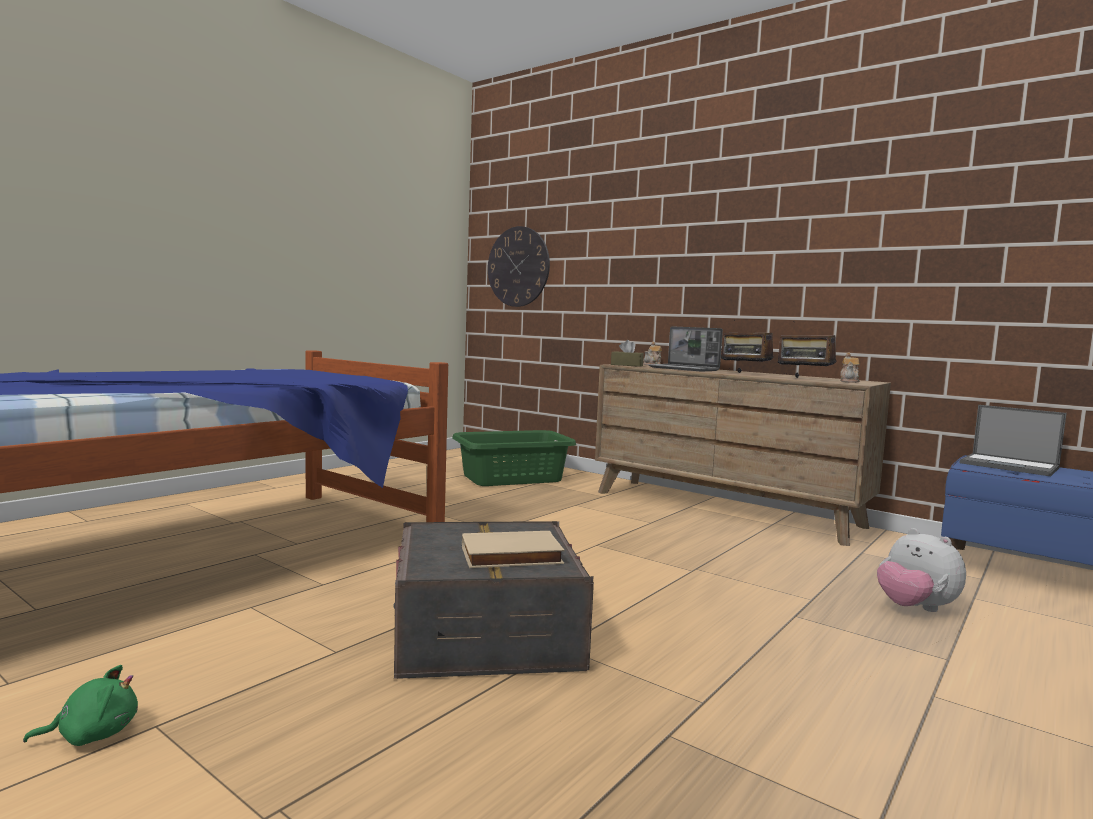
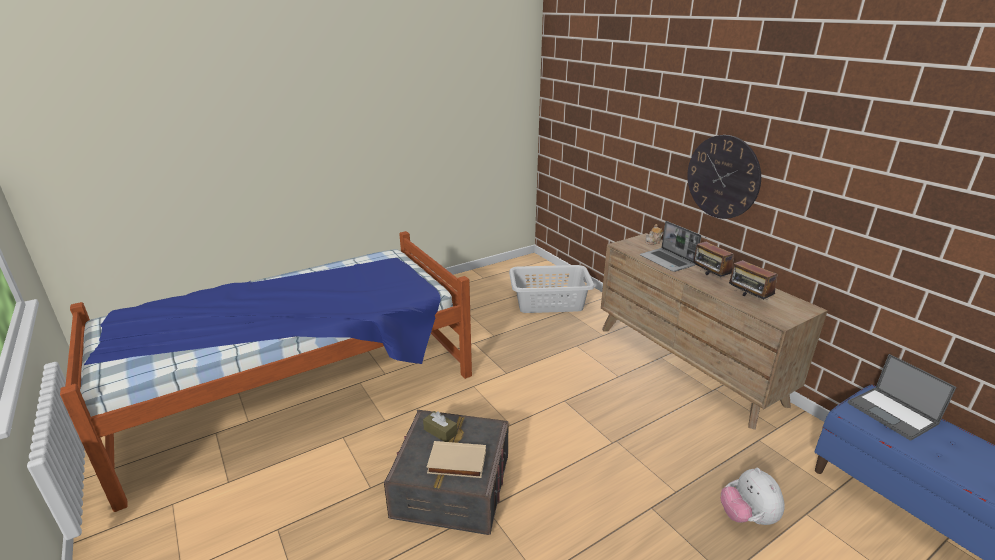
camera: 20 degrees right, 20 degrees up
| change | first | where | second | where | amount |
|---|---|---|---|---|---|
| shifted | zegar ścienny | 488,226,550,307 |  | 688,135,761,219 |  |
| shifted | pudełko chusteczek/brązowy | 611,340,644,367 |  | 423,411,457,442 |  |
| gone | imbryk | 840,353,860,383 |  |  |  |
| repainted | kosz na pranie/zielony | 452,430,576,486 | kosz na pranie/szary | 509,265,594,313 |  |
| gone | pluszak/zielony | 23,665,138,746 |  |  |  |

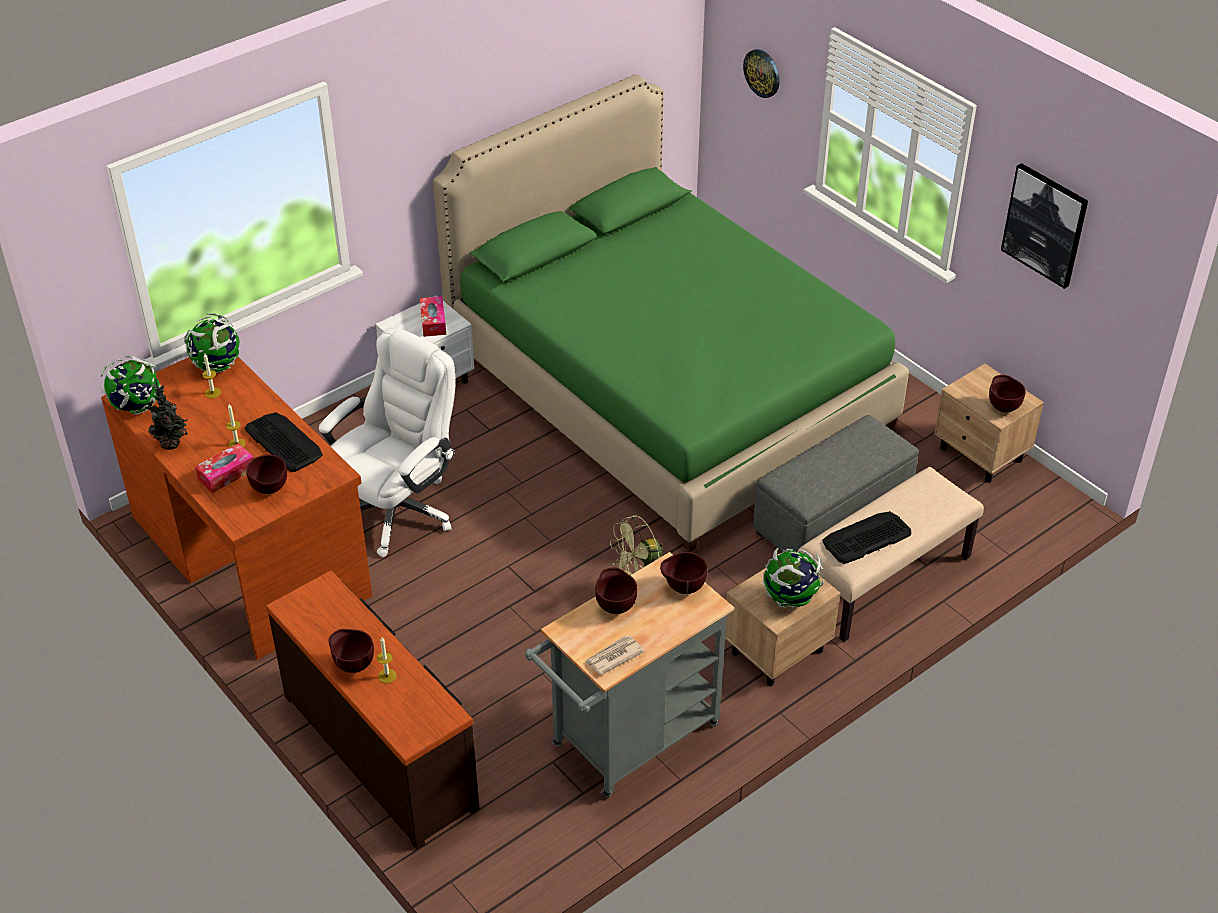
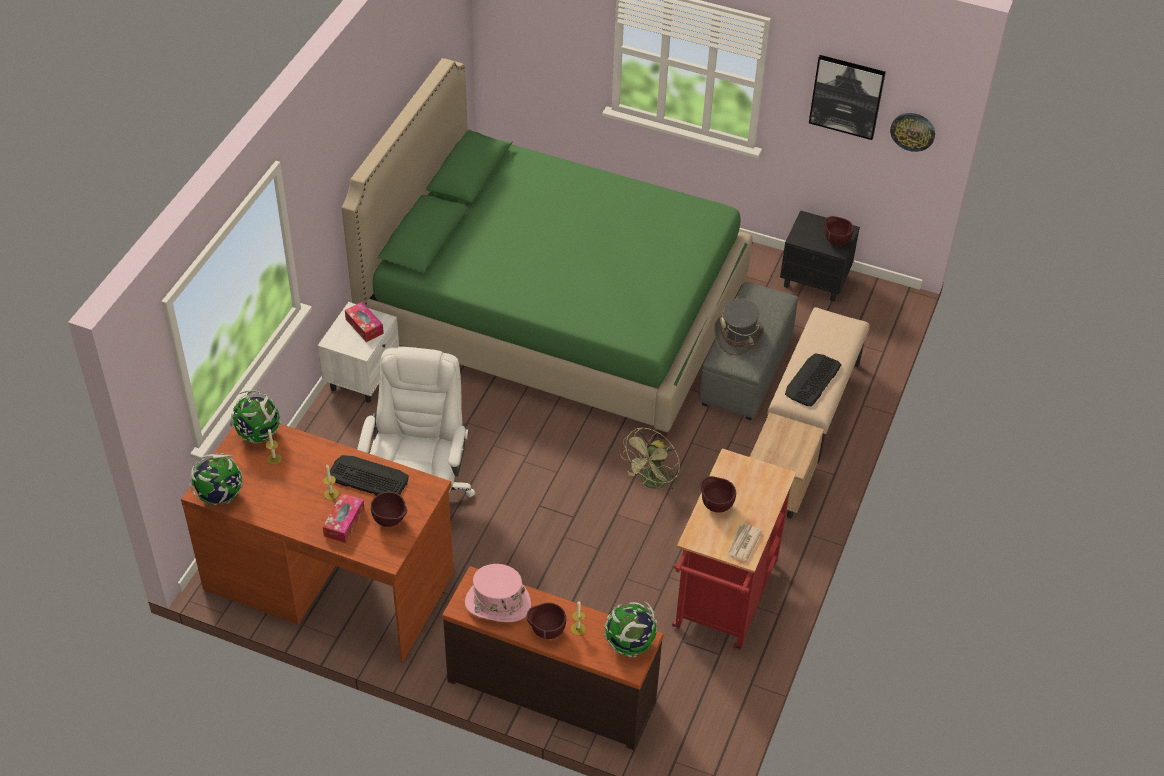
camera: 30 degrees left, 5 degrees up
| change | first | where | second | where | amount |
|---|---|---|---|---|---|
| shifted | zegar ścienny | 743,49,780,98 |  | 890,113,935,152 |  |
| repainted | szafka nocna/beżowy | 934,364,1044,483 | szafka nocna/czarny | 780,210,860,301 |  |
| gone | roślina doniczkowa | 143,384,188,450 |  |  |  |
| shifted | globus | 763,548,824,608 |  | 604,601,657,657 |  |
| repainted | wózek/szary | 525,552,734,798 | wózek/czerwony | 672,448,796,650 |  |
| gone | miska/brązowy | 660,552,707,594 |  |  |  |
| new |  |  | kapelusz/szary | 714,298,764,355 |  |
| new |  |  | kapelusz/różowy | 465,564,531,622 |  |

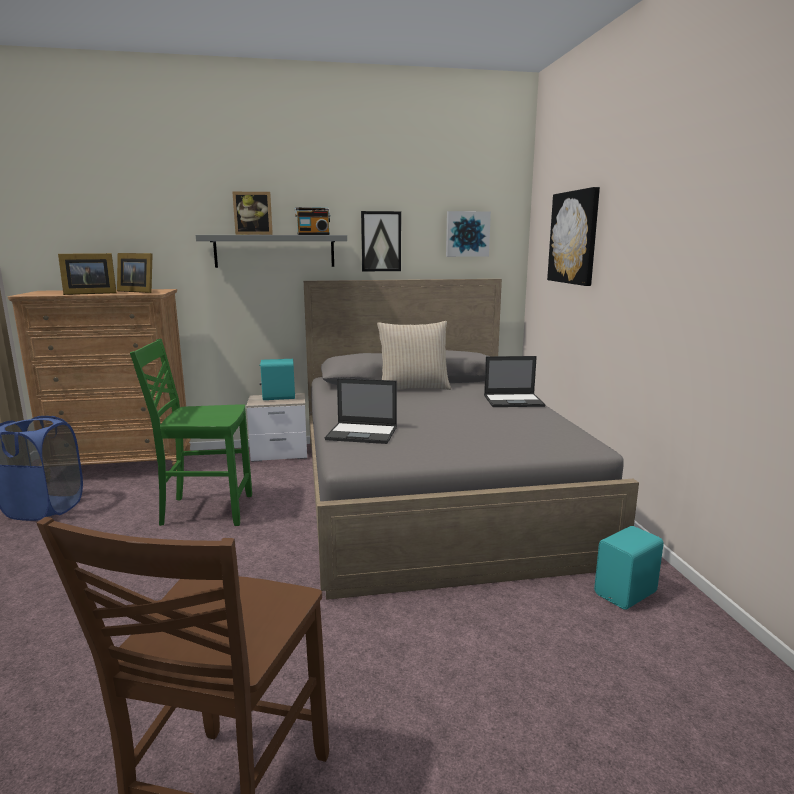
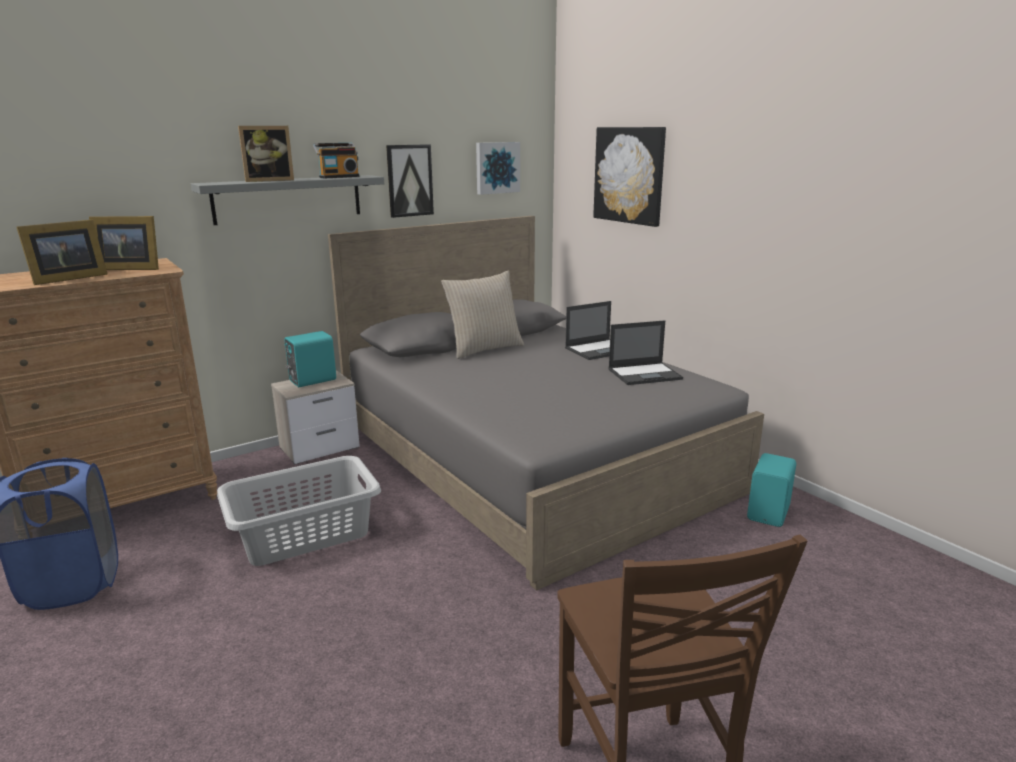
camera: 25 degrees left, 5 degrees up
| change | first | where | second | where | amount |
|---|---|---|---|---|---|
| swapped | krzesło/zielony | 130,339,252,526 | kosz na pranie/szary | 217,456,381,566 |  |
| shifted | laptop | 325,378,397,444 |  | 608,320,683,385 |  |

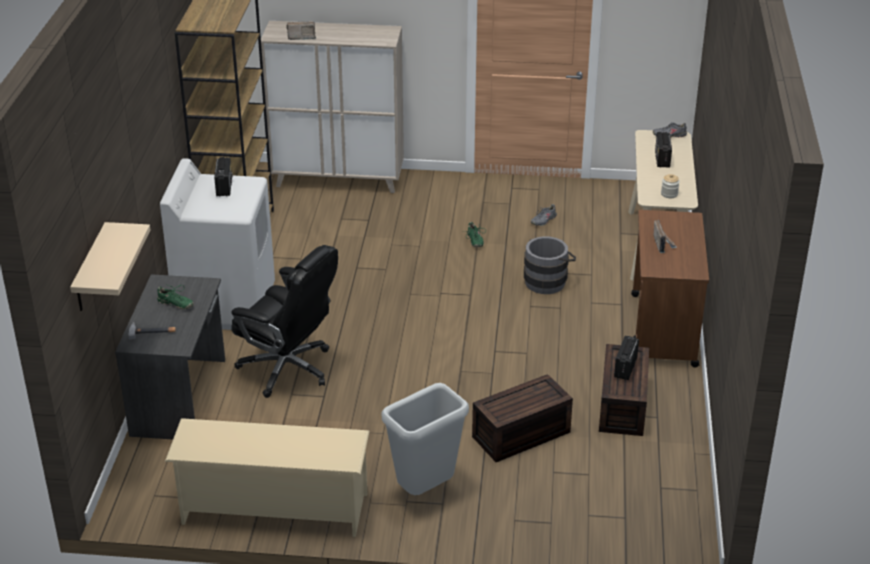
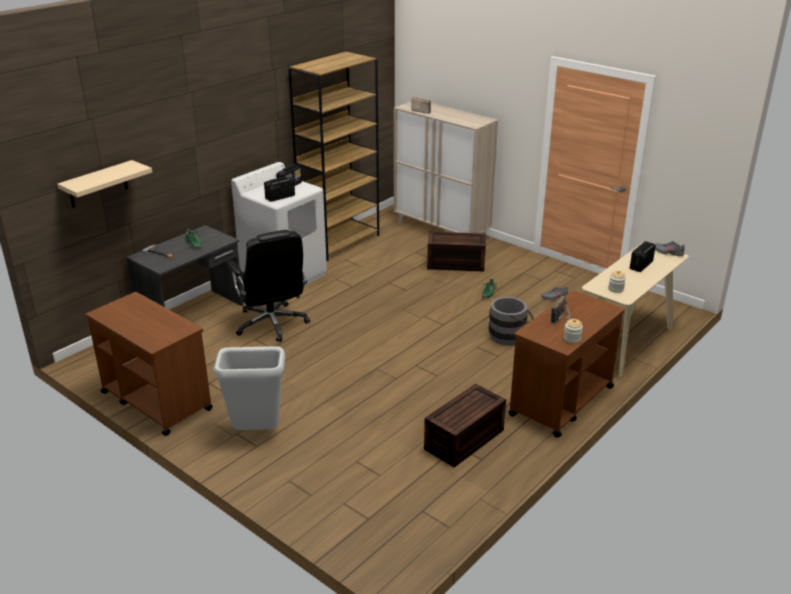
camera: 35 degrees right, 5 degrees down
| change | first | where | second | where | amount |
|---|---|---|---|---|---|
| shifted | radio | 614,336,639,380 |  | 264,176,295,202 |  |
| shifted | pojemnik do przechowywania/brązowy | 472,374,573,462 |  | 427,232,486,271 |  |
| swapped | regał na buty/beżowy | 165,418,370,537 | wózek/brązowy | 86,292,213,436 |  |
| new |  |  | słoik | 564,319,583,343 |  |

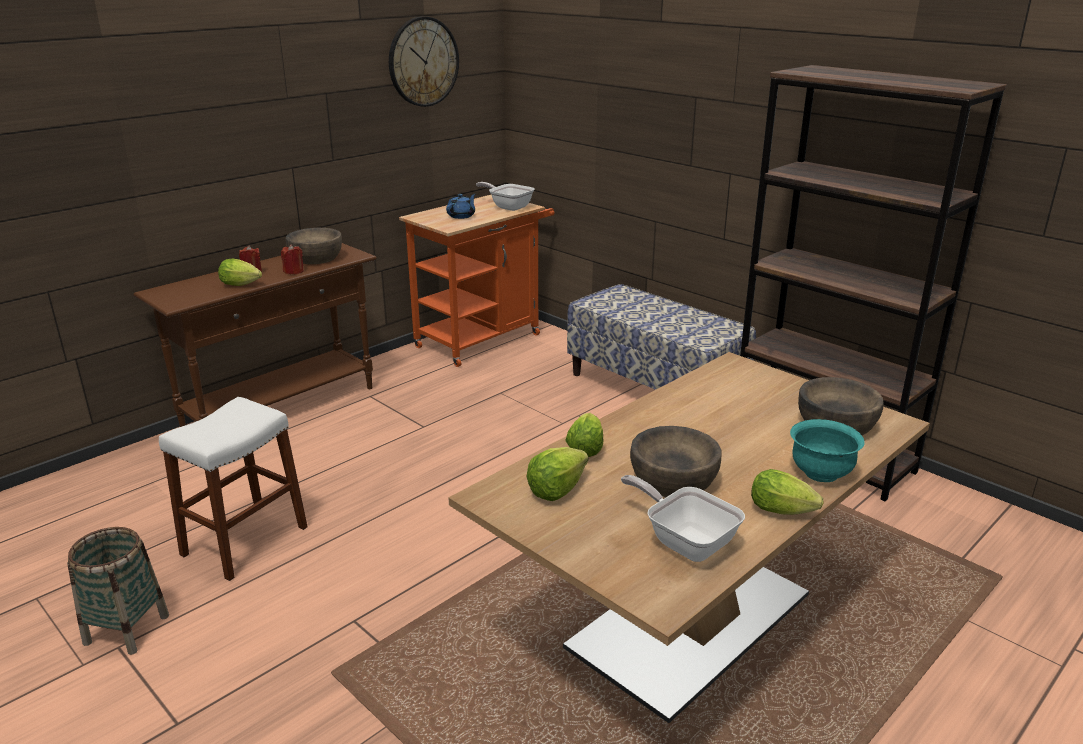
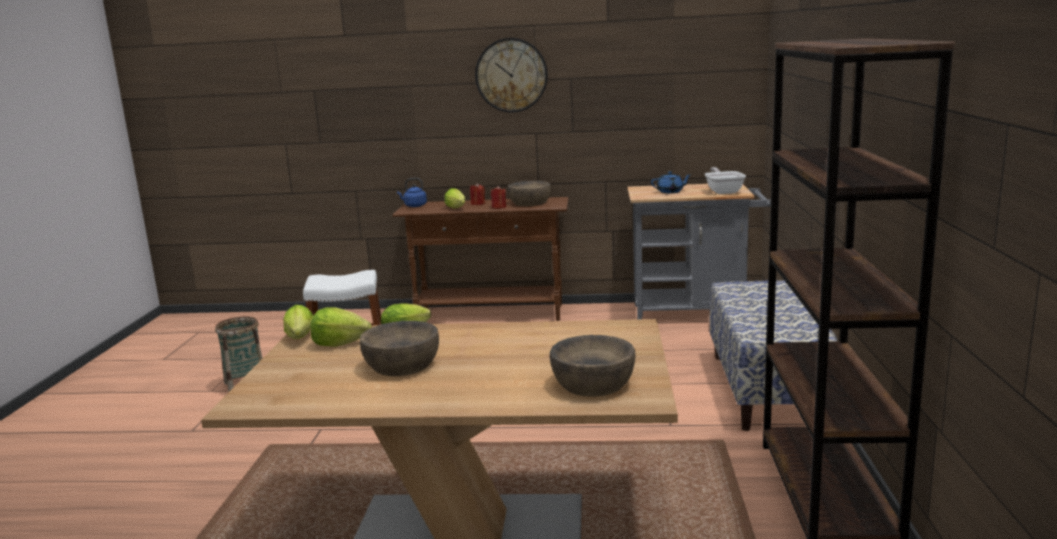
camera: 50 degrees right, 10 degrees down
| change | first | where | second | where | amount |
|---|---|---|---|---|---|
| shifted | zegar ścienny | 389,16,459,107 |  | 475,38,548,112 |  |
| repainted | wózek/pomarańczowy | 399,195,555,367 | wózek/szary | 627,184,771,319 |  |
| gone | miska/turkusowy | 790,419,865,482 |  |  |  |
| shifted | sałata | 751,469,824,515 |  | 283,305,313,339 |  |
| gone | patelnia | 621,475,745,562 |  |  |  |
| new |  |  | czajnik/niebieski | 397,178,427,207 |  |

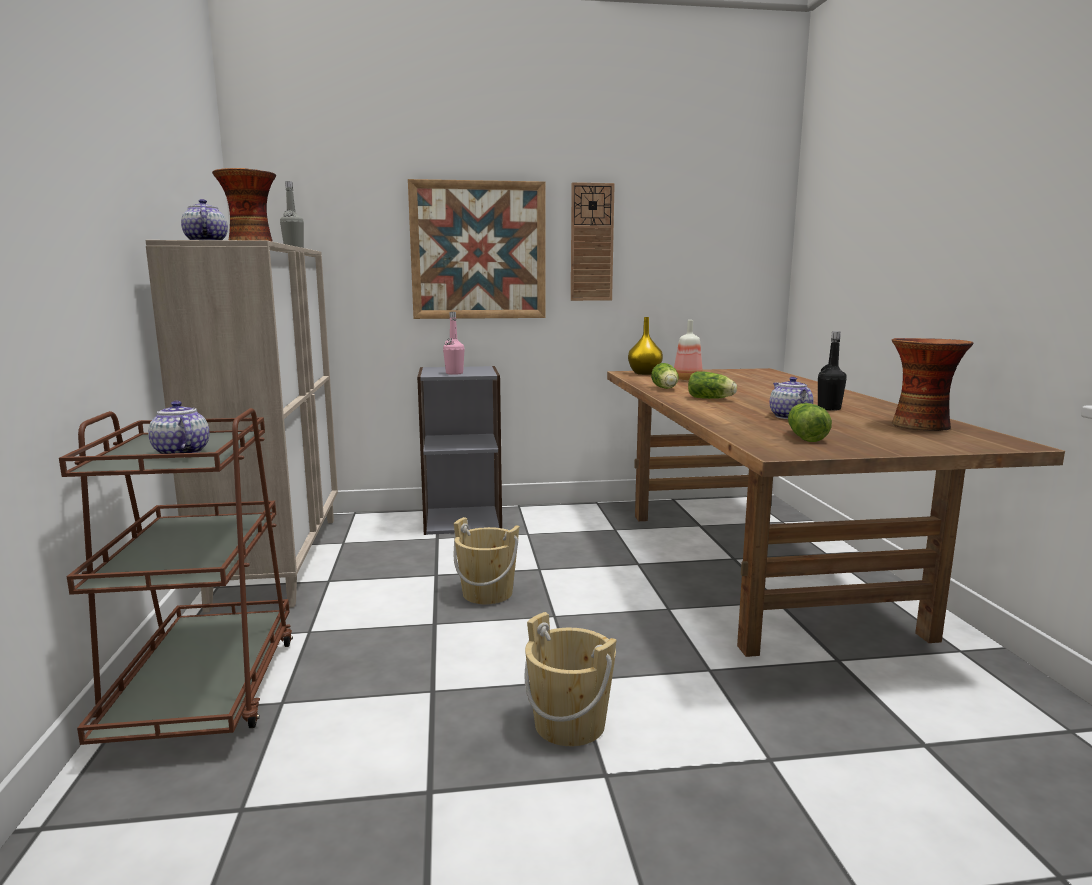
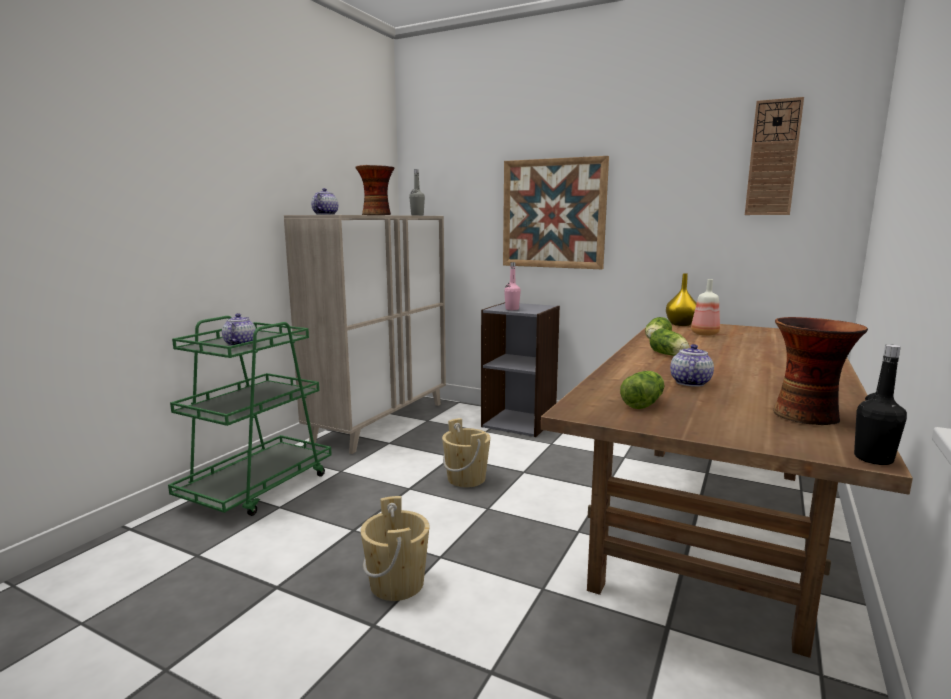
camera: 35 degrees right, 0 degrees up
| change | first | where | second | where | amount |
|---|---|---|---|---|---|
| shifted | zegar ścienny | 571,182,615,301 |  | 745,97,804,215 |  |
| shifted | butelka/czarny | 818,331,847,411 |  | 854,344,907,465 |  |
| repainted | wózek/brązowy | 59,408,293,745 | wózek/zielony | 168,316,332,516 |  |

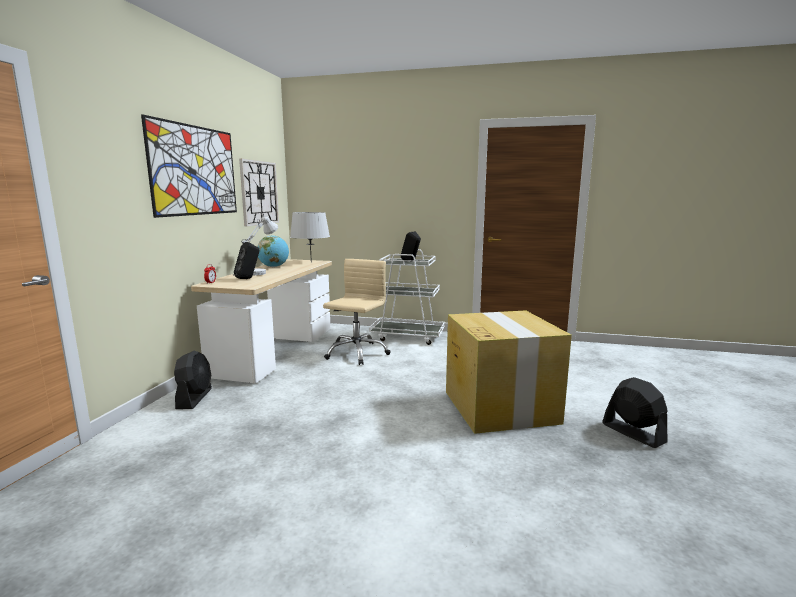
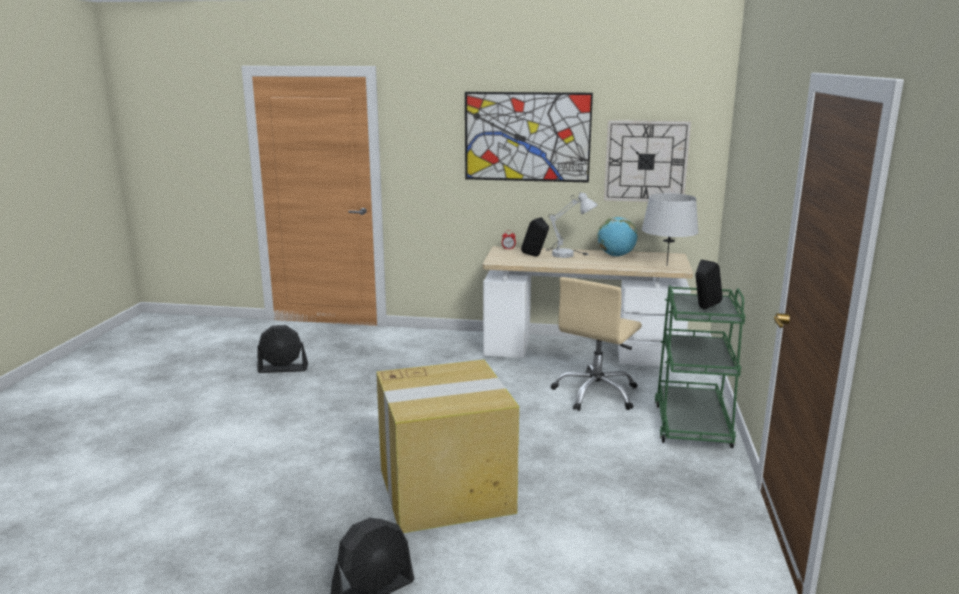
camera: 85 degrees right, 5 degrees up
| change | first | where | second | where | amount |
|---|---|---|---|---|---|
| repainted | wózek/biały | 369,249,445,345 | wózek/zielony | 655,285,746,448 |  |
| rotated | krzesło biurowe/beżowy | 323,259,391,365 |  | 551,277,642,411 | 105 degrees clockwise |
| shifted | wentylator/czarny | 174,351,212,409 |  | 257,325,308,373 |  |

